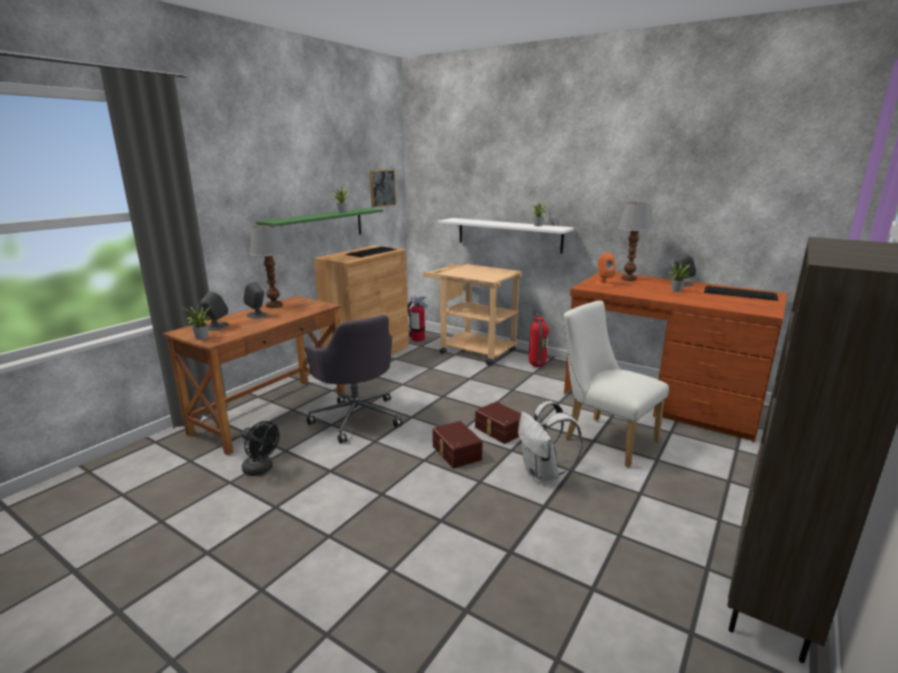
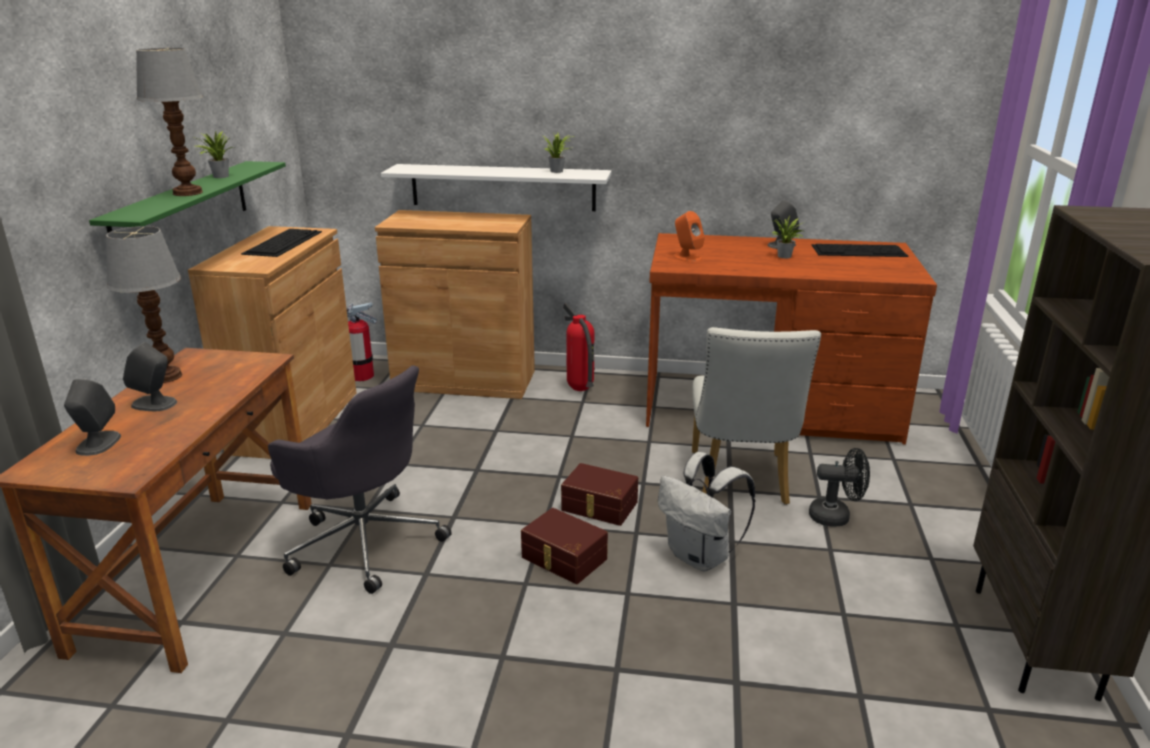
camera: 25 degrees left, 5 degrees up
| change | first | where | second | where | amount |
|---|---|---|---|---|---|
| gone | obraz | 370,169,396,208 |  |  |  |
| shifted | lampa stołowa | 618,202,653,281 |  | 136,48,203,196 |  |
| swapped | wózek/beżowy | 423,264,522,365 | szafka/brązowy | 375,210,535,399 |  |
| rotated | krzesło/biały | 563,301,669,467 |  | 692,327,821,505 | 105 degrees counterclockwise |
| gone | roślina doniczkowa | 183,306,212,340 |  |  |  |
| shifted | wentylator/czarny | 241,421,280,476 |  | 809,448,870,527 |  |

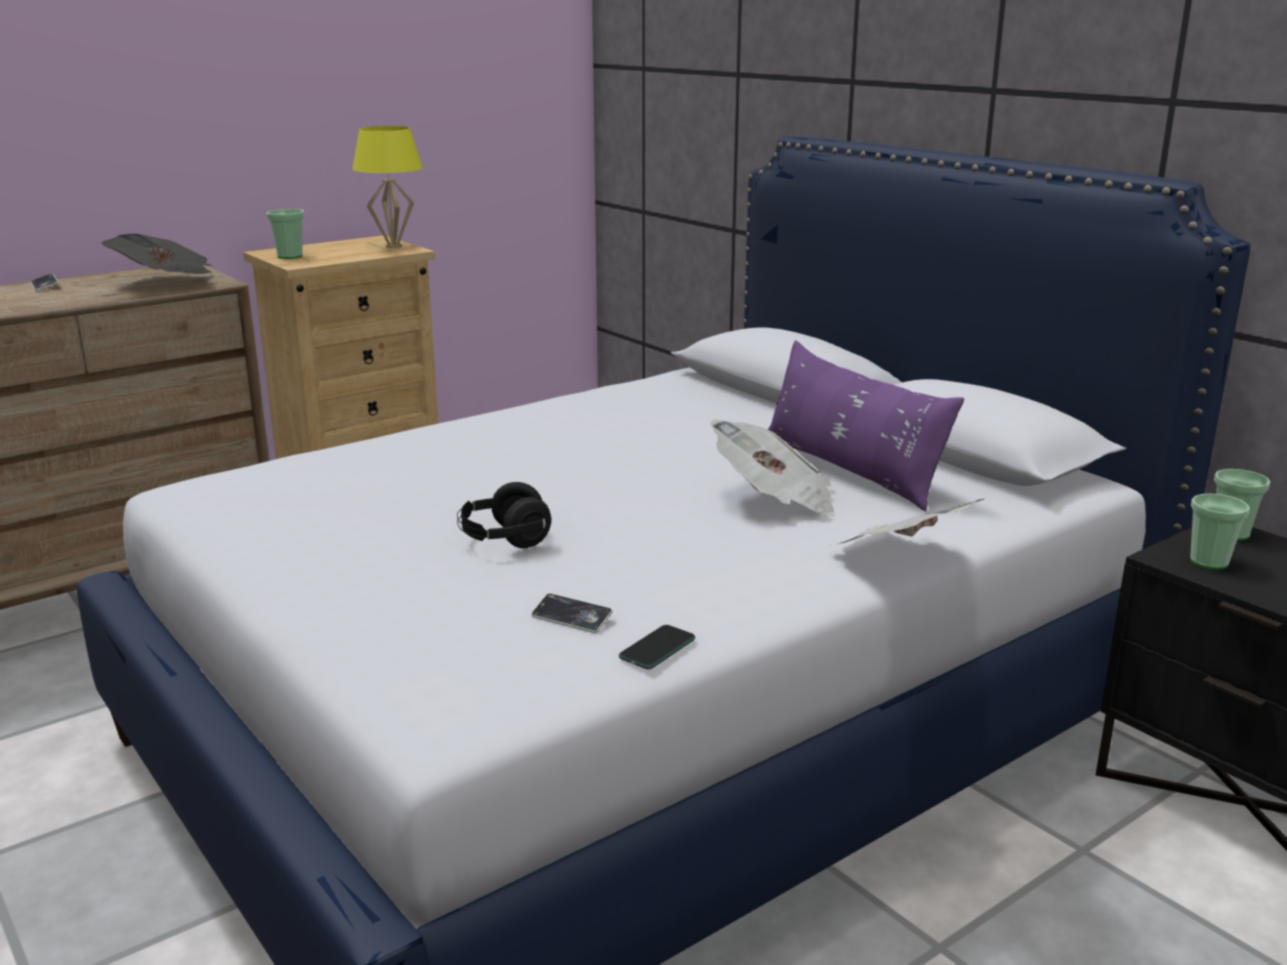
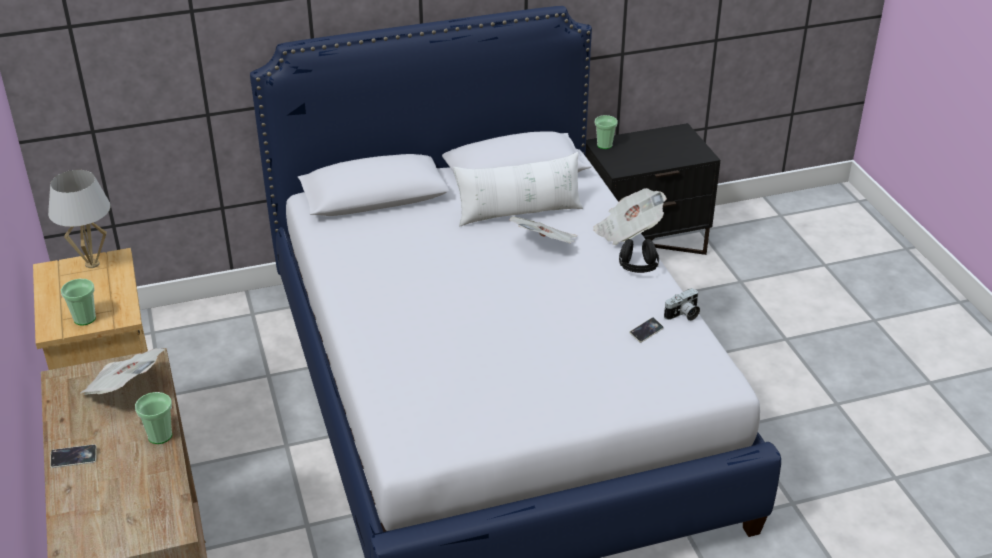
camera: 70 degrees left, 15 degrees up
| change | first | where | second | where | amount |
|---|---|---|---|---|---|
| repainted | lampa stołowa/żółty | 352,126,423,248 | lampa stołowa/biały | 48,170,111,268 |  |
| repainted | poduszka/fioletowy | 768,340,964,511 | poduszka/biały | 453,152,583,227 |  |
| shifted | słuchawki/czarny | 457,482,551,548 |  | 619,239,659,273 |  |
| shifted | filiżanka | 1190,493,1250,570 |  | 135,392,172,444 |  |
| swapped | telefon | 619,625,695,669 | aparat fotograficzny | 664,288,700,321 |  |

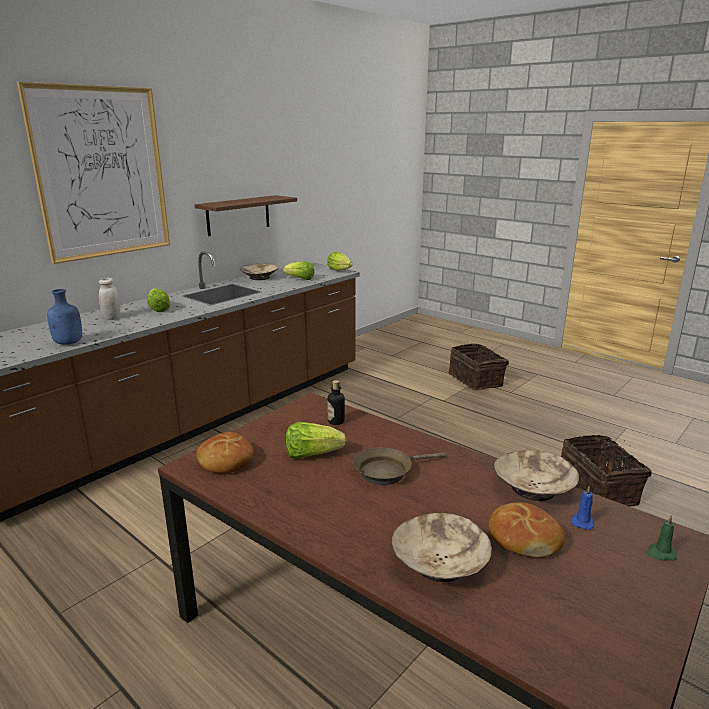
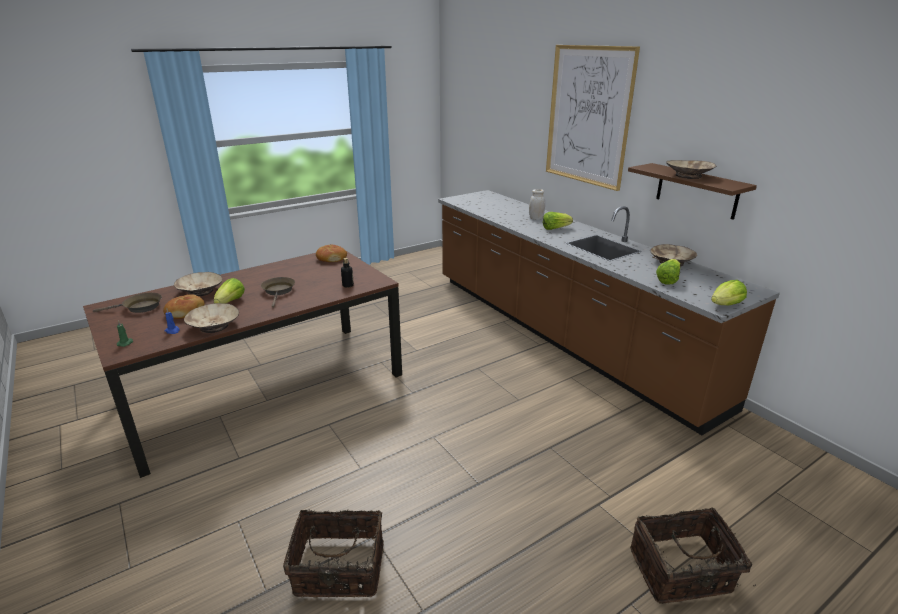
camera: 105 degrees right, 5 degrees up
| change | first | where | second | where | amount |
|---|---|---|---|---|---|
| gone | butelka/niebieski | 47,289,82,345 |  |  |  |
| shifted | sałata | 286,422,346,459 |  | 214,278,245,303 |  |
| new |  |  | miska/beżowy | 666,160,716,179 |  |
| new |  |  | patelnia/brązowy | 93,293,162,313 |  |

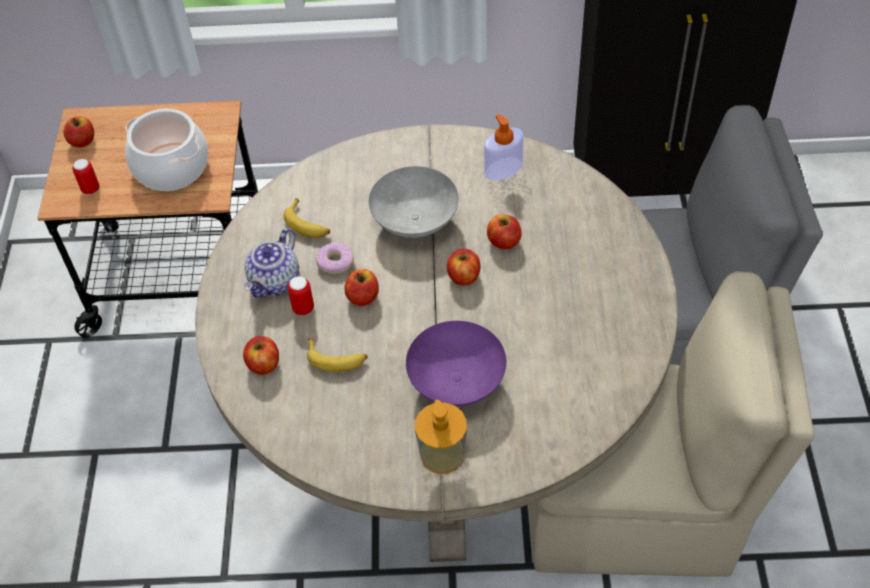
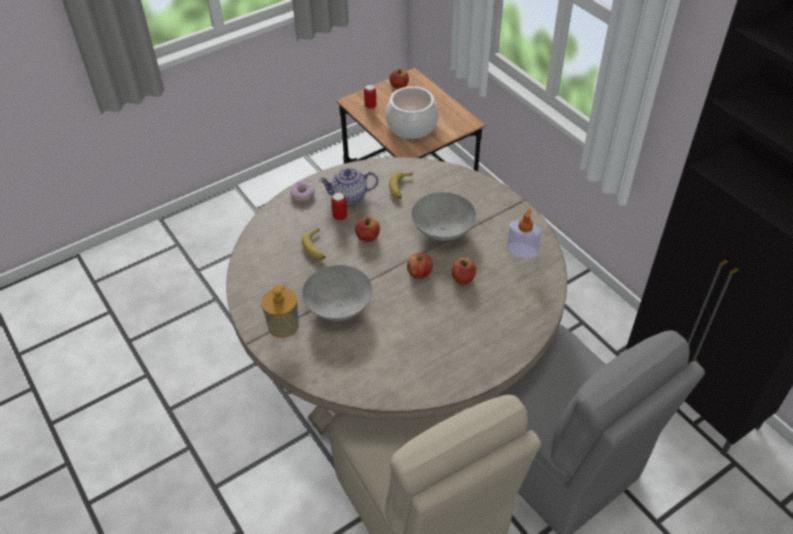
camera: 55 degrees right, 5 degrees down
| change | first | where | second | where | amount |
|---|---|---|---|---|---|
| shifted | donut | 316,242,354,274 |  | 290,181,315,201 |  |
| repainted | miska/fioletowy | 406,321,506,407 | miska/szary | 302,265,372,321 |  |
| gone | jabłko | 243,336,279,375 |  |  |  |

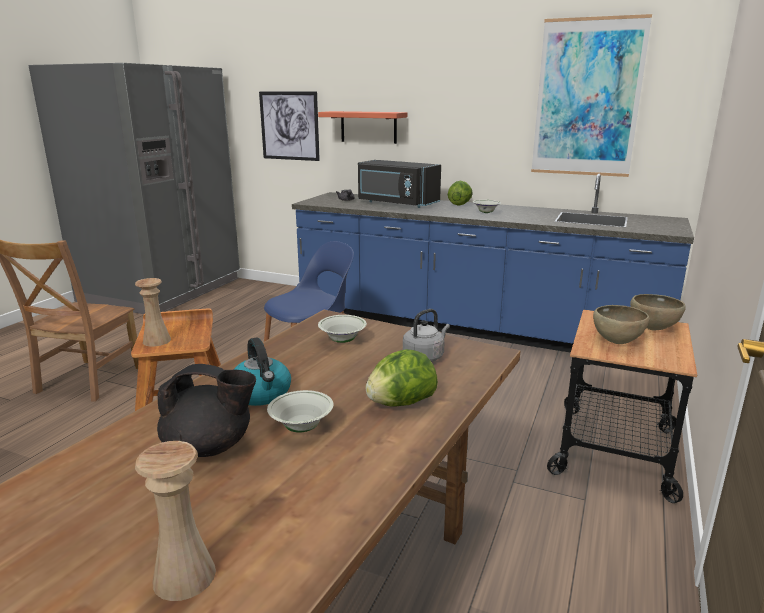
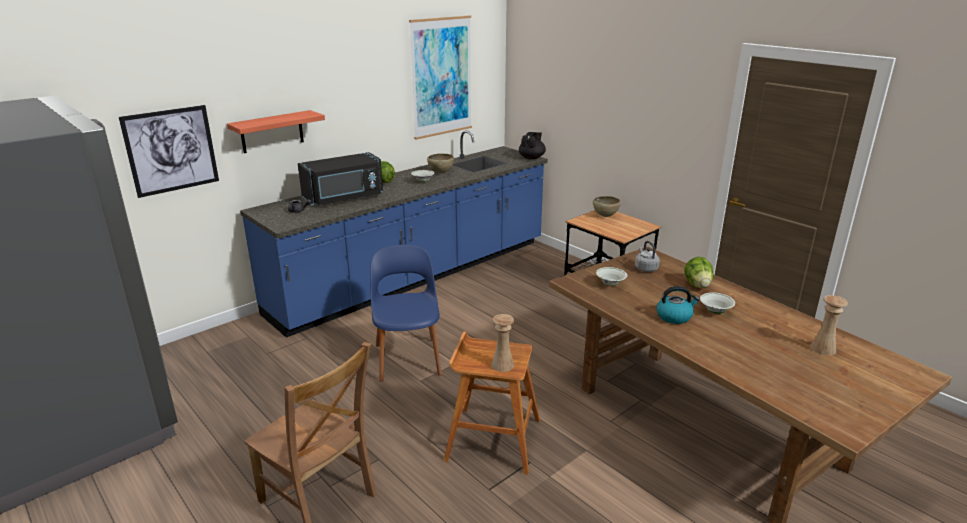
camera: 65 degrees left, 5 degrees up
| change | first | where | second | where | amount |
|---|---|---|---|---|---|
| shifted | miska/brązowy | 593,305,649,344 |  | 427,153,454,173 |  |
| shifted | imbryk/czarny | 157,364,256,457 |  | 519,132,546,159 |  |

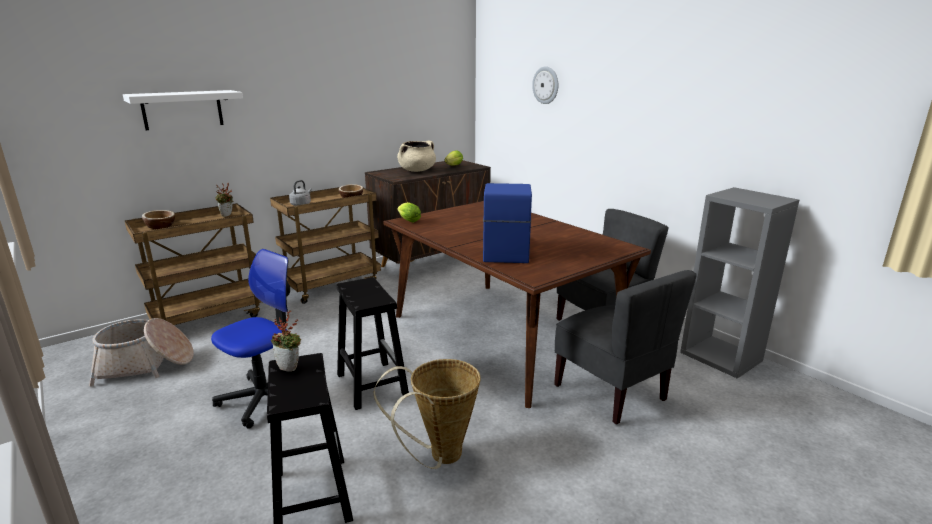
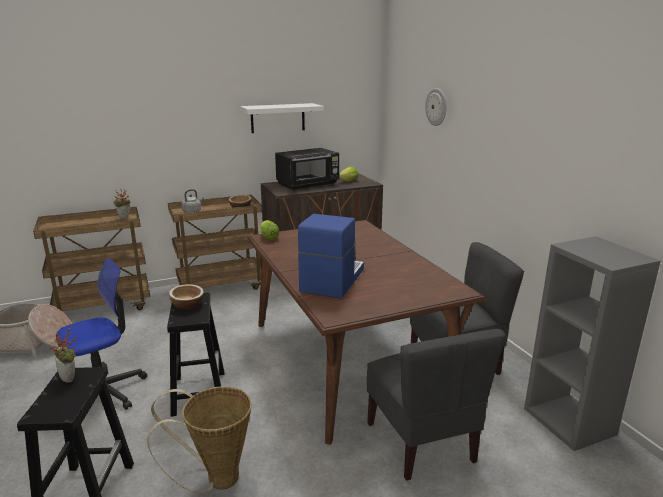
camera: 15 degrees right, 0 degrees up
| change | first | where | second | where | amount |
|---|---|---|---|---|---|
| shifted | półka/biały | 123,90,243,130 |  | 240,103,324,133 |  |
| swapped | garnek/beżowy | 397,141,436,172 | mikrofalówka/czarny | 275,148,339,190 |  |
| shifted | miska | 142,210,175,229 |  | 169,284,204,310 |  |

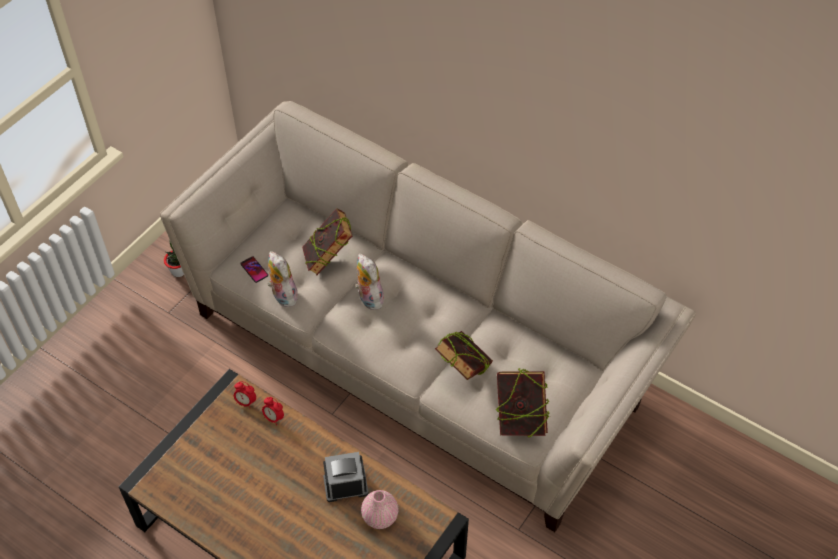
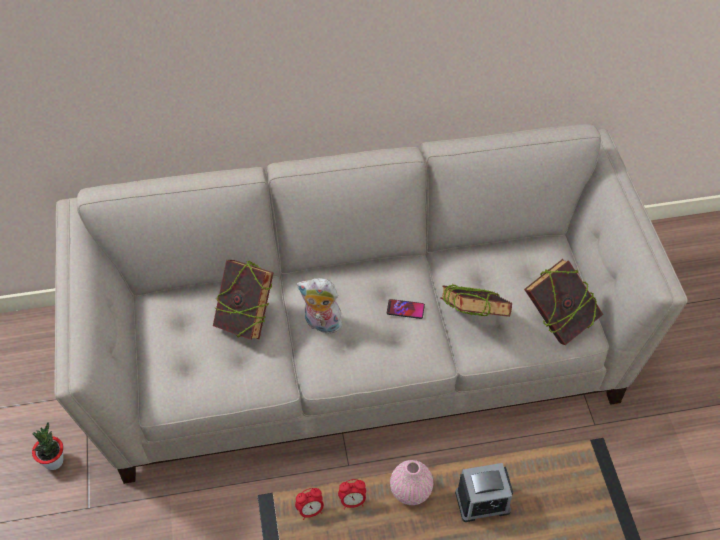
camera: 45 degrees left, 0 degrees up
| change | first | where | second | where | amount |
|---|---|---|---|---|---|
| gone | pluszak | 267,251,300,307 |  |  |  |
| shifted | telefon | 240,256,268,283 |  | 387,299,425,319 |  |
| rotated | budzik | 323,452,369,502 |  | 455,463,513,522 | 135 degrees counterclockwise |
| shifted | wazon/różowy | 361,490,398,529 |  | 390,460,433,505 |  |

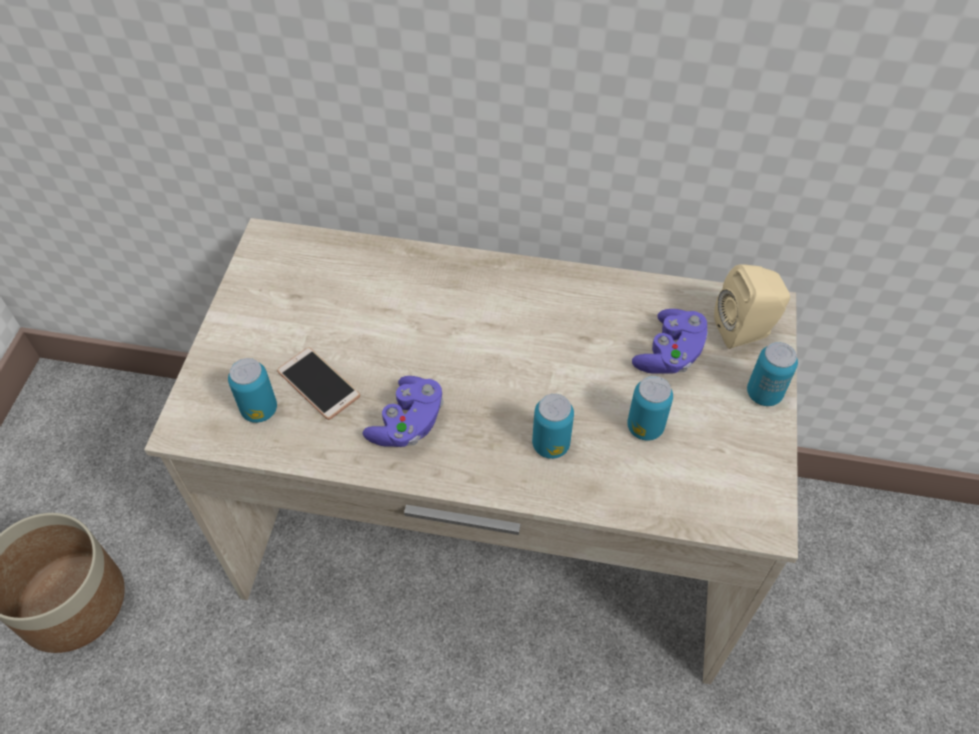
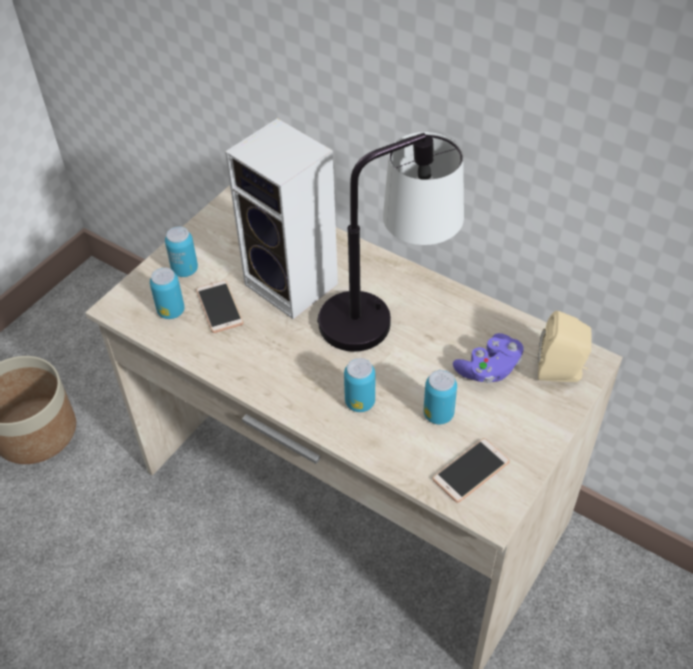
camera: 25 degrees right, 5 degrees down
| change | first | where | second | where | amount |
|---|---|---|---|---|---|
| shifted | puszka | 747,342,798,406 |  | 165,227,198,277 |  |
| gone | pad do gier/fioletowy | 362,376,444,447 |  |  |  |
| new |  |  | głośnik | 225,118,338,319 |  |
| new |  |  | lampa stołowa | 317,132,464,352 |  |
| new |  |  | telefon | 432,438,510,503 |  |

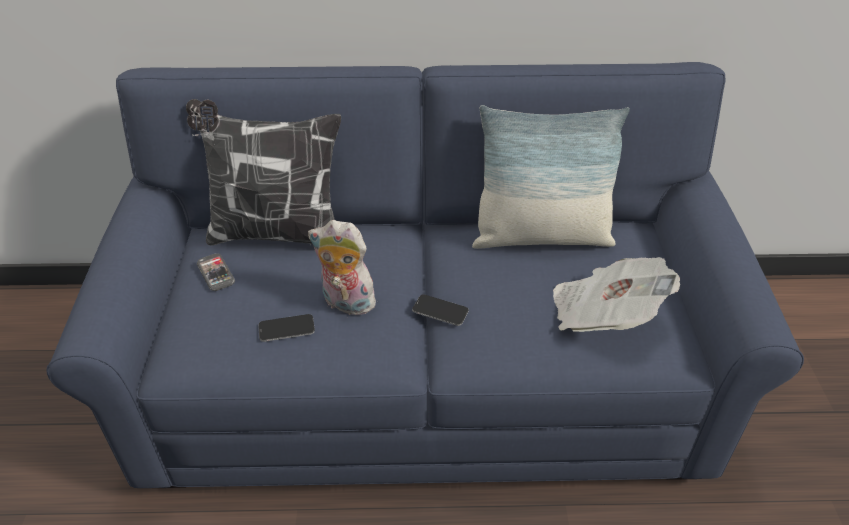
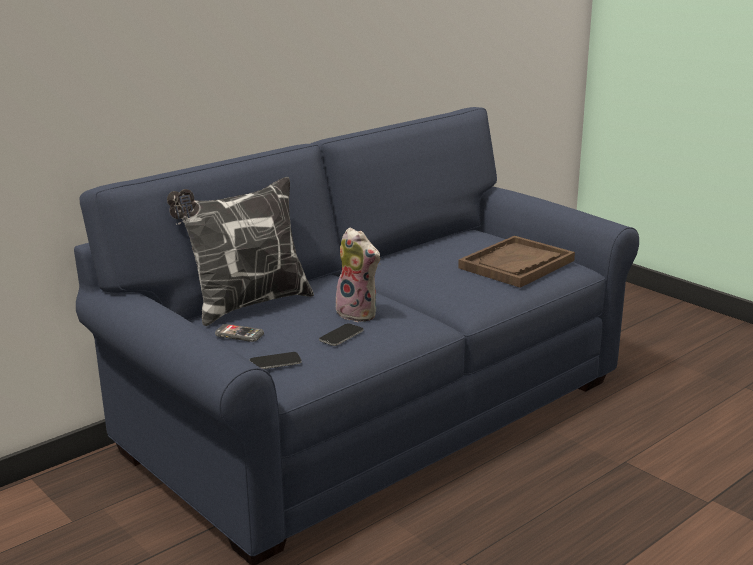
camera: 40 degrees left, 20 degrees down
| change | first | where | second | where | amount |
|---|---|---|---|---|---|
| gone | poduszka | 472,105,630,249 |  |  |  |
| rotated | pluszak | 308,220,376,318 |  | 336,227,381,322 | 120 degrees counterclockwise |
| swapped | gazeta | 553,257,680,332 | taca/brązowy | 458,236,575,288 |  |
| shifted | telefon | 412,295,469,326 |  | 249,352,302,369 |  |

